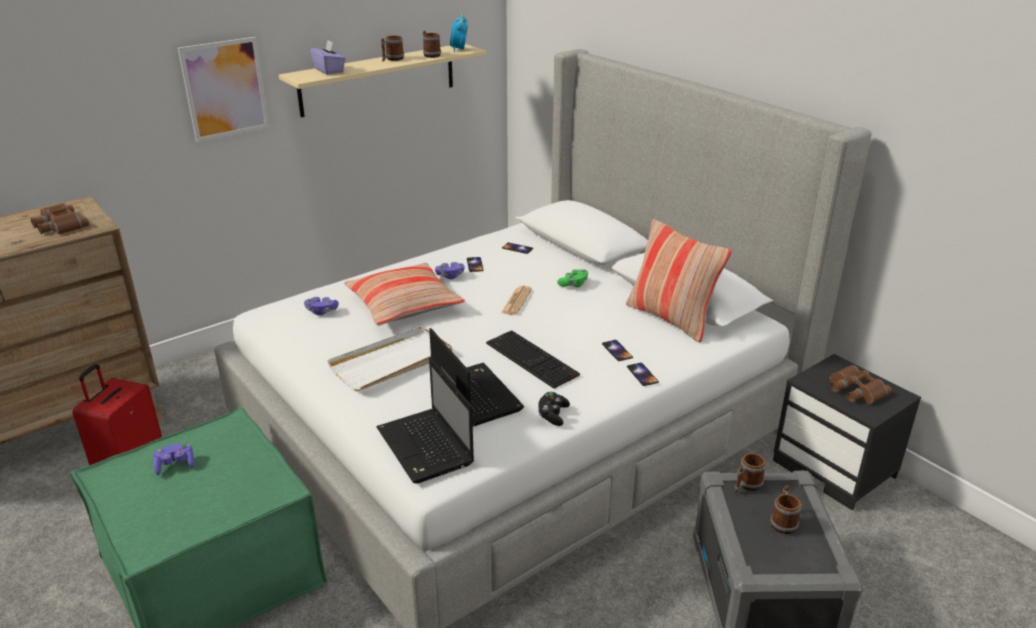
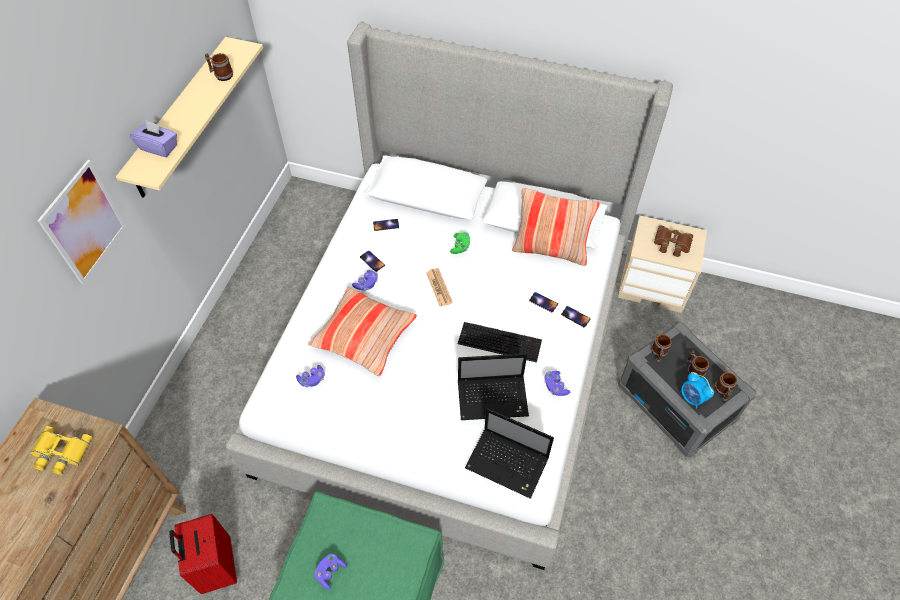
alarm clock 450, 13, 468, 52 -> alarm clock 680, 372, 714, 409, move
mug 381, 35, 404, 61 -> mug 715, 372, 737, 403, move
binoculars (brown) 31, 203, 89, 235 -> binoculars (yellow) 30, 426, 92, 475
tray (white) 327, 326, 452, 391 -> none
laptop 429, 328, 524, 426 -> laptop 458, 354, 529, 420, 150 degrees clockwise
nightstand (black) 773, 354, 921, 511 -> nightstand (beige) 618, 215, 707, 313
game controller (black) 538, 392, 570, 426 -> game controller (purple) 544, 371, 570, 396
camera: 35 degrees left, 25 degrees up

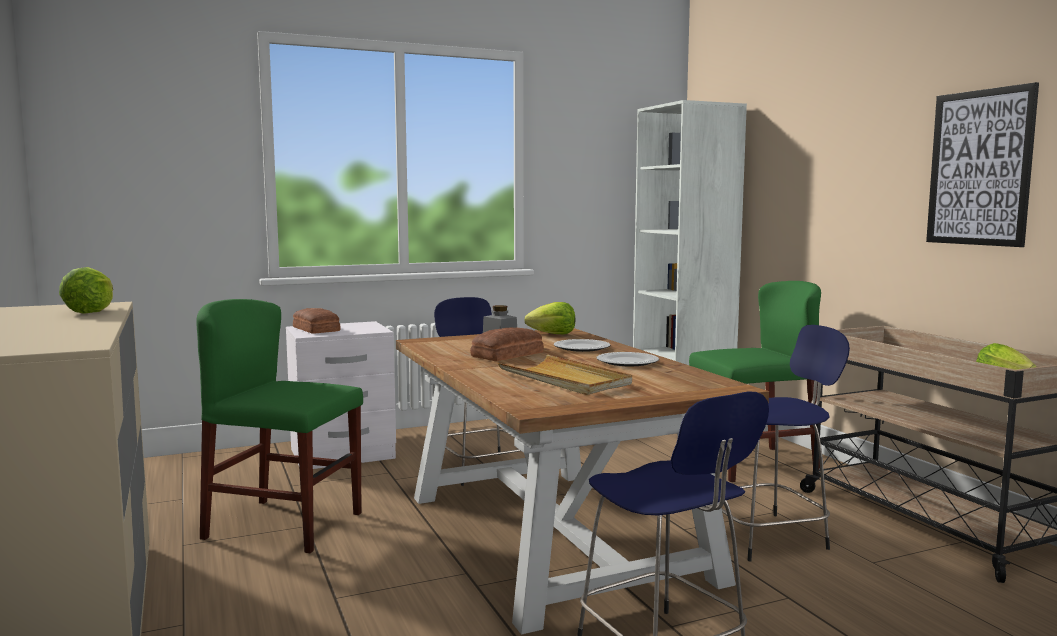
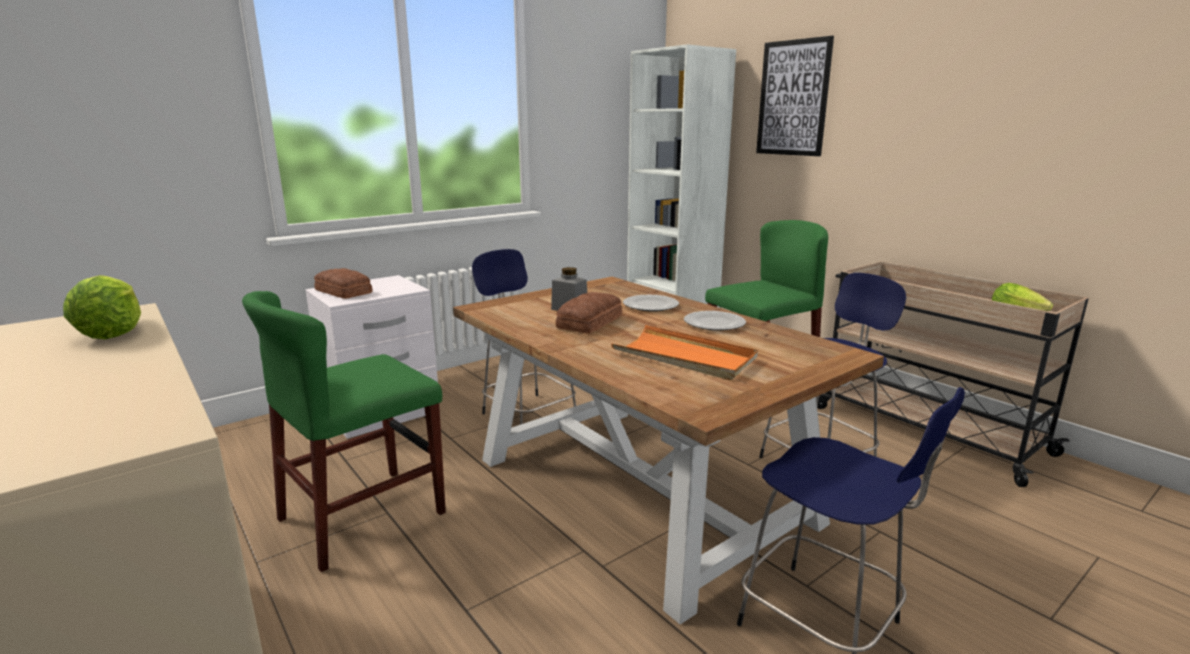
picture 926, 82, 1039, 247 -> picture 756, 36, 834, 156, move
chair (green) 197, 299, 363, 553 -> chair (green) 242, 291, 446, 572, 45 degrees counterclockwise
lettuce 524, 302, 575, 334 -> none
tray (beige) 498, 354, 632, 395 -> tray (orange) 611, 325, 758, 380
camera: 15 degrees left, 10 degrees up

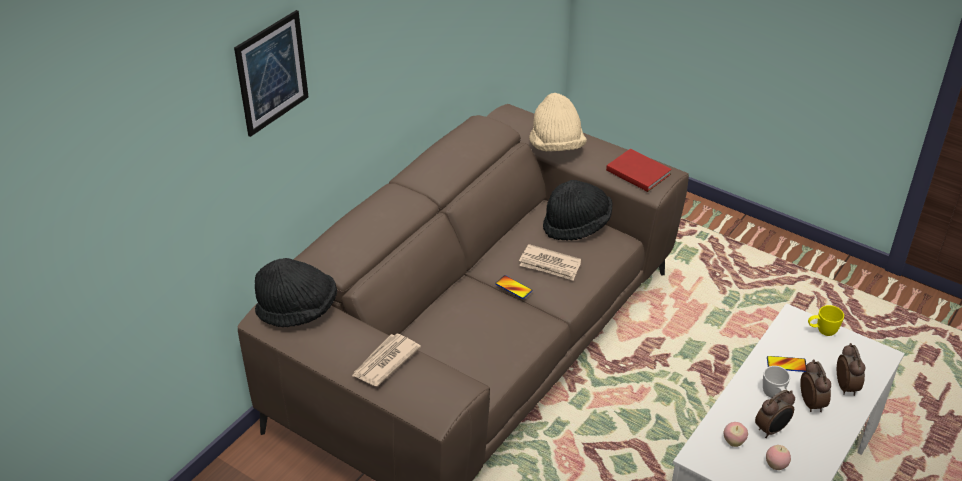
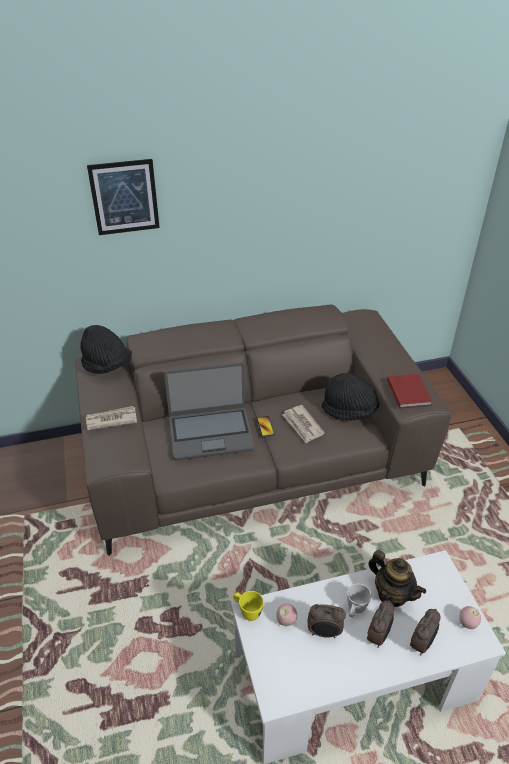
hat (beige) 529, 93, 587, 151 -> none
mug (yellow) 808, 305, 844, 336 -> mug (yellow) 233, 591, 263, 621, move
phone 767, 356, 807, 372 -> teapot 368, 550, 426, 607
apple 766, 445, 791, 470 -> apple 459, 606, 481, 629, move
none -> laptop 164, 363, 255, 460
camera: 40 degrees right, 0 degrees up

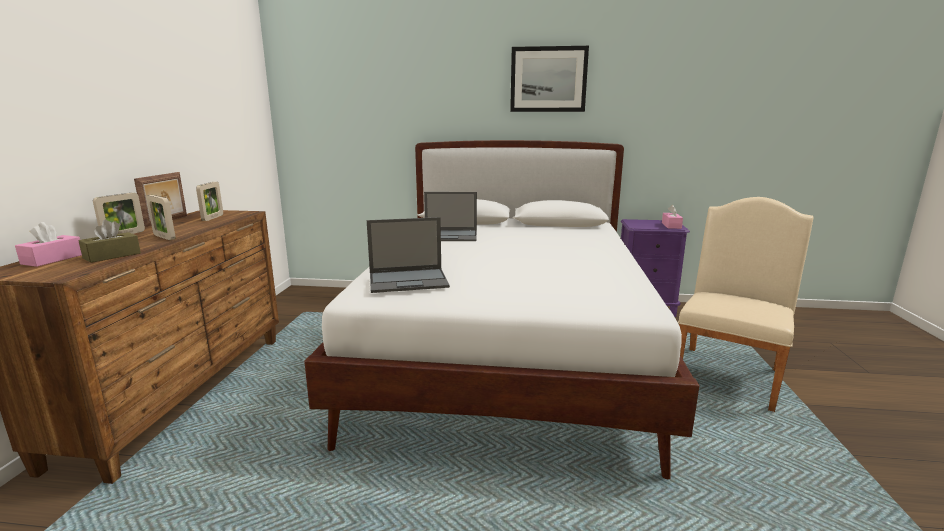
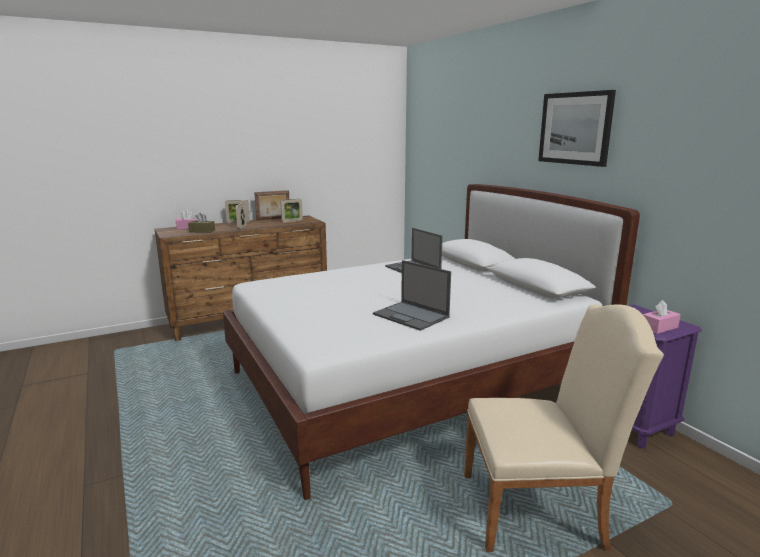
laptop 367, 217, 450, 293 -> laptop 373, 260, 451, 331, move
camera: 55 degrees right, 0 degrees up

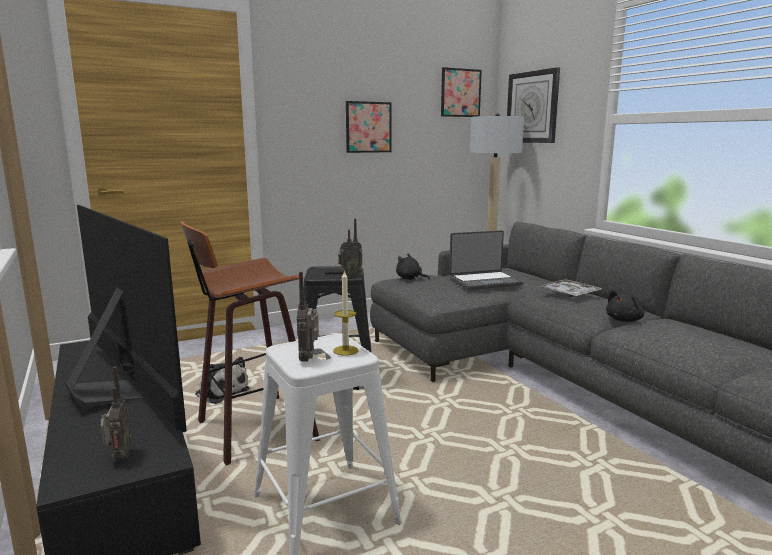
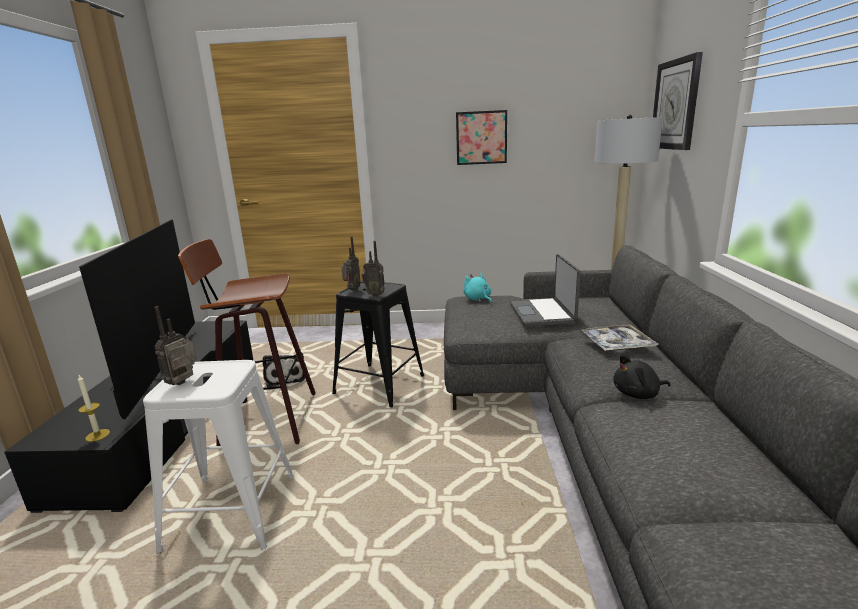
picture 441, 67, 482, 117 -> none
laptop 449, 230, 523, 290 -> laptop 510, 254, 580, 327, 75 degrees clockwise
plush toy (black) 396, 254, 430, 280 -> plush toy (turquoise) 463, 273, 492, 303
candle 333, 270, 359, 356 -> candle 78, 375, 110, 442, move
radio 100, 367, 131, 460 -> radio 342, 236, 360, 291, move
camera: 30 degrees right, 5 degrees up

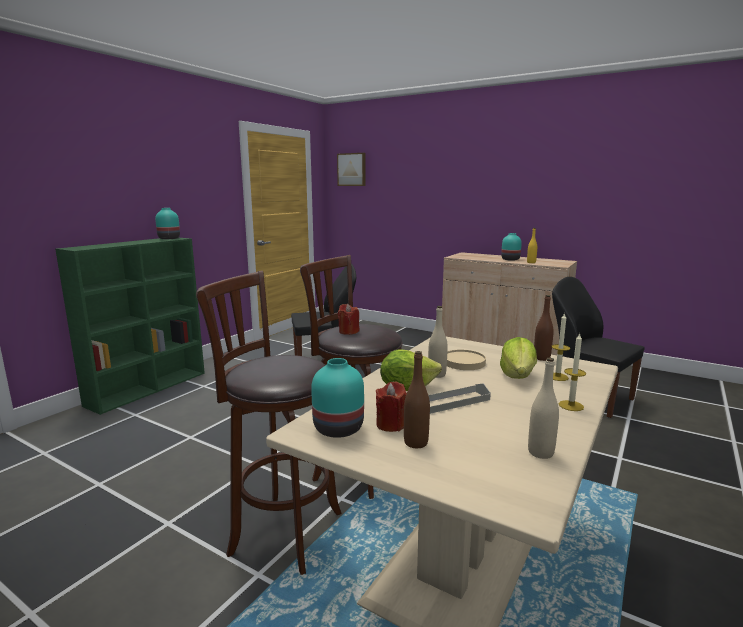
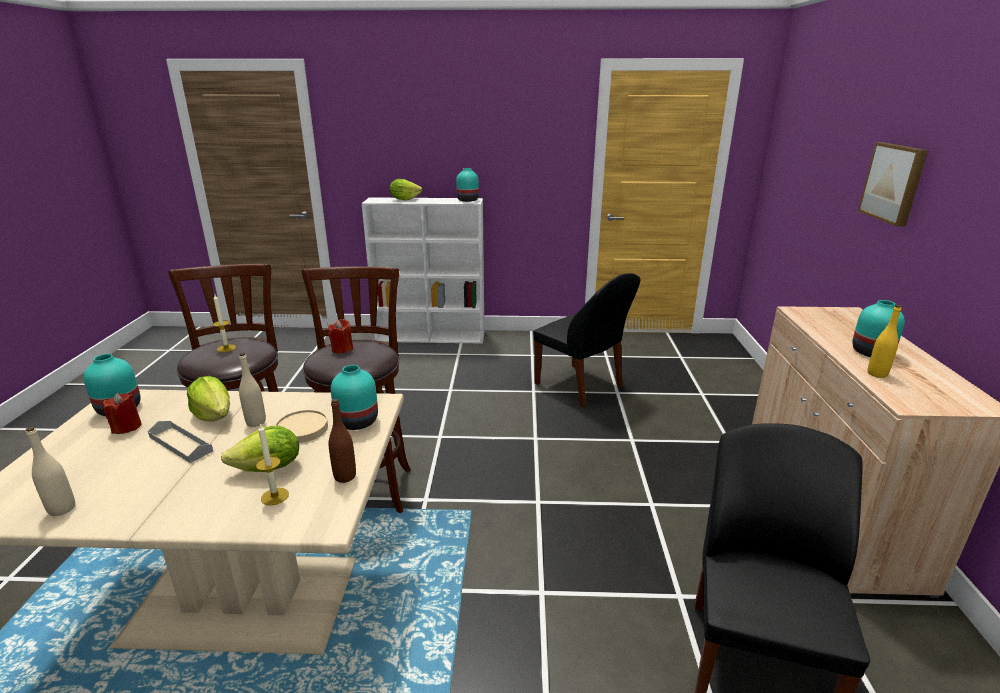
picture 337, 153, 366, 186 -> picture 858, 142, 928, 226, move
bookcase (green) 55, 238, 205, 415 -> bookcase (white) 362, 197, 484, 344
candle 559, 332, 586, 411 -> candle 213, 295, 236, 352, move
bottle (brown) 404, 351, 430, 448 -> none
none -> lettuce 390, 179, 422, 200
none -> vase (turquoise) 331, 365, 378, 430
camera: 60 degrees right, 10 degrees up

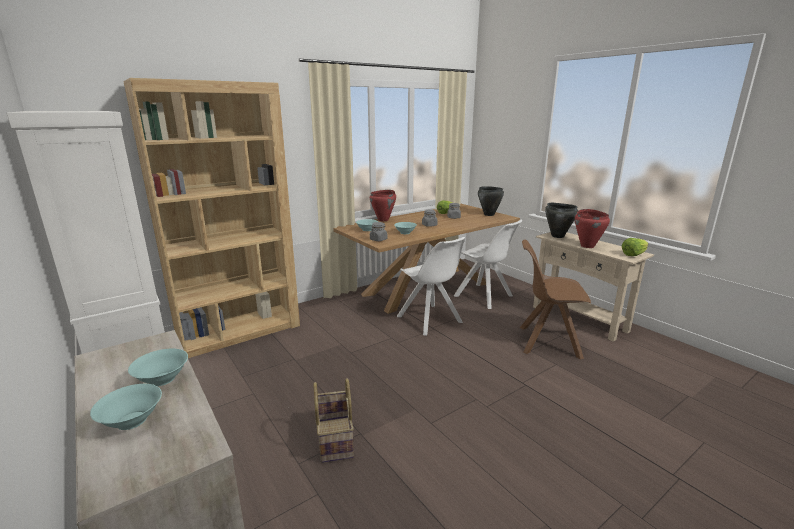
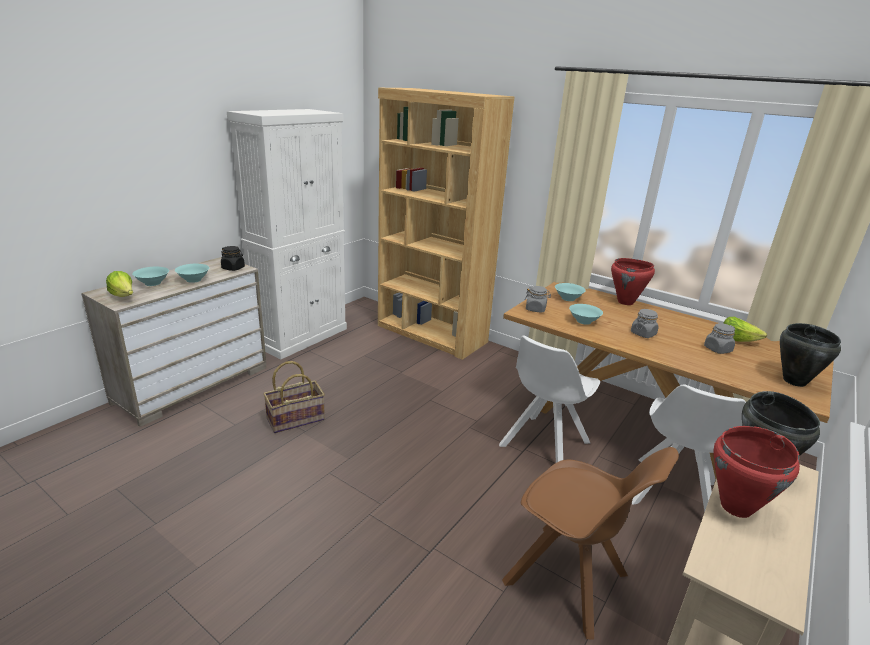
lettuce 622, 238, 648, 256 -> lettuce 106, 271, 133, 297, move
chair (brown) 520, 240, 591, 359 -> chair (brown) 502, 447, 679, 639, 135 degrees clockwise
none -> jar (black) 221, 246, 245, 271
camera: 70 degrees right, 5 degrees up

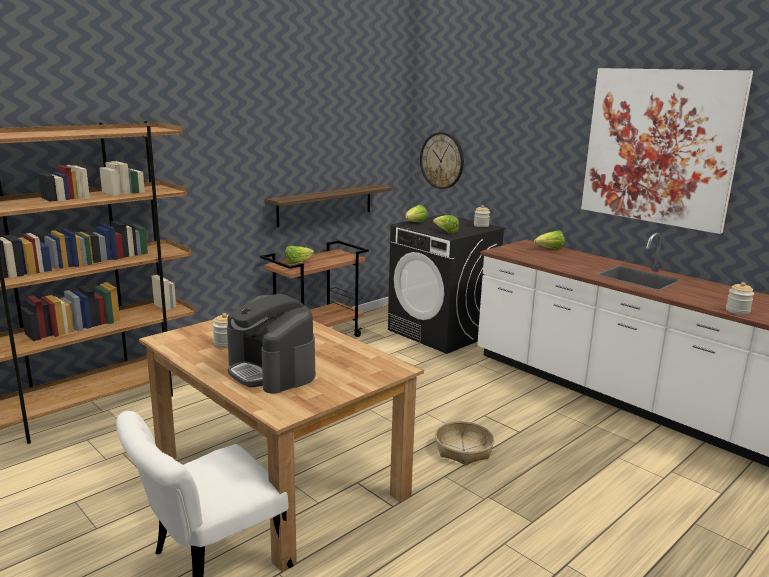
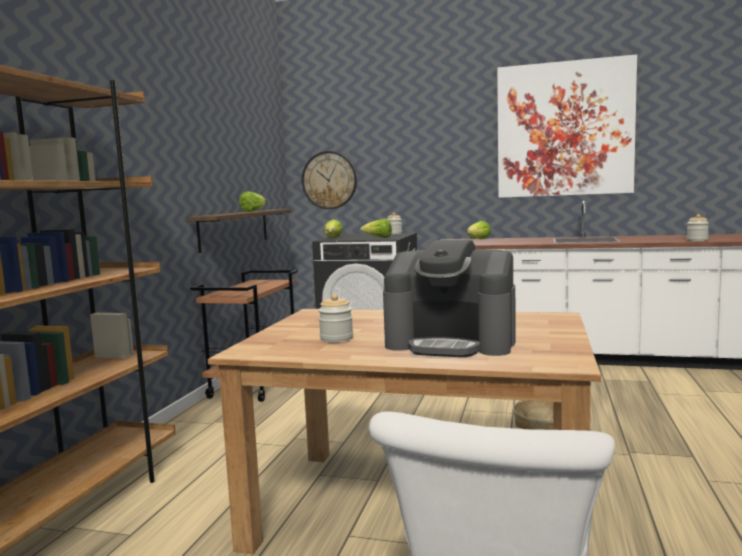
lettuce 285, 246, 314, 264 -> lettuce 239, 191, 266, 212, move
camera: 30 degrees left, 10 degrees down

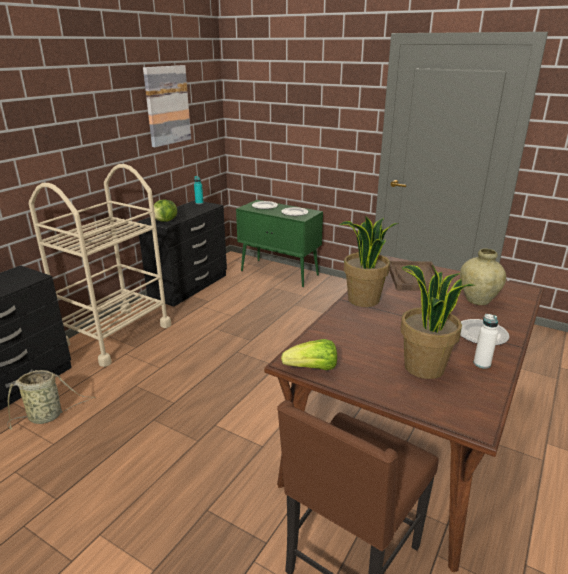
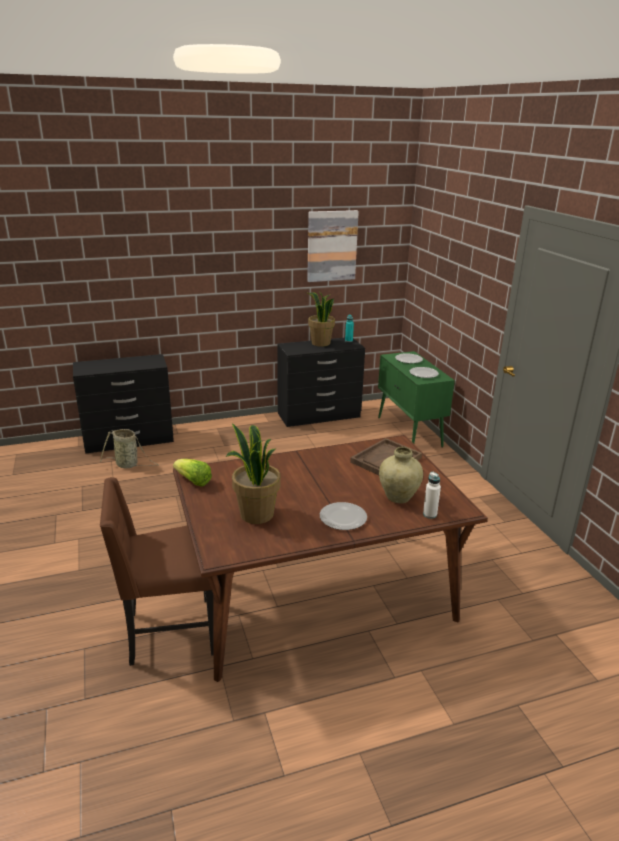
cart (beige) 29, 164, 172, 367 -> none
lettuce 149, 199, 177, 222 -> none
potted plant 339, 217, 399, 307 -> potted plant 306, 291, 335, 347, move
bottle (white) 474, 314, 498, 369 -> bottle (white) 423, 472, 441, 519, move
camera: 40 degrees right, 0 degrees up

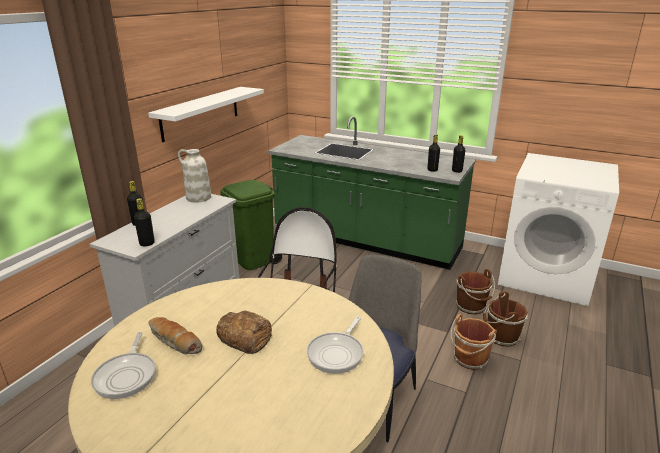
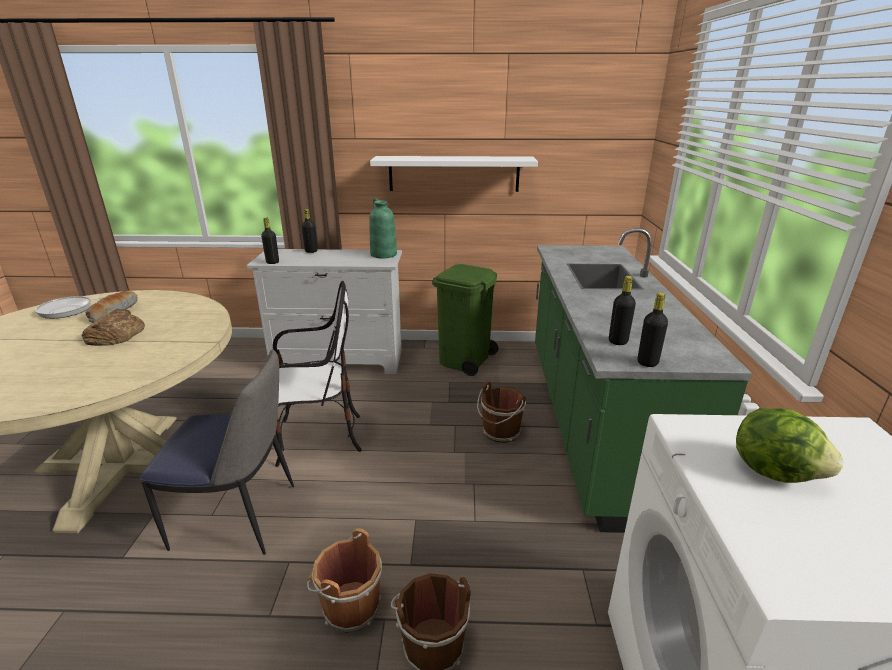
vase (white) 178, 149, 211, 203 -> vase (green) 369, 198, 397, 258
bucket (brown) 456, 269, 495, 314 -> bucket (brown) 477, 382, 526, 443, move
frying pan 307, 317, 364, 374 -> none
none -> lettuce 736, 408, 843, 483
camera: 65 degrees right, 0 degrees up

